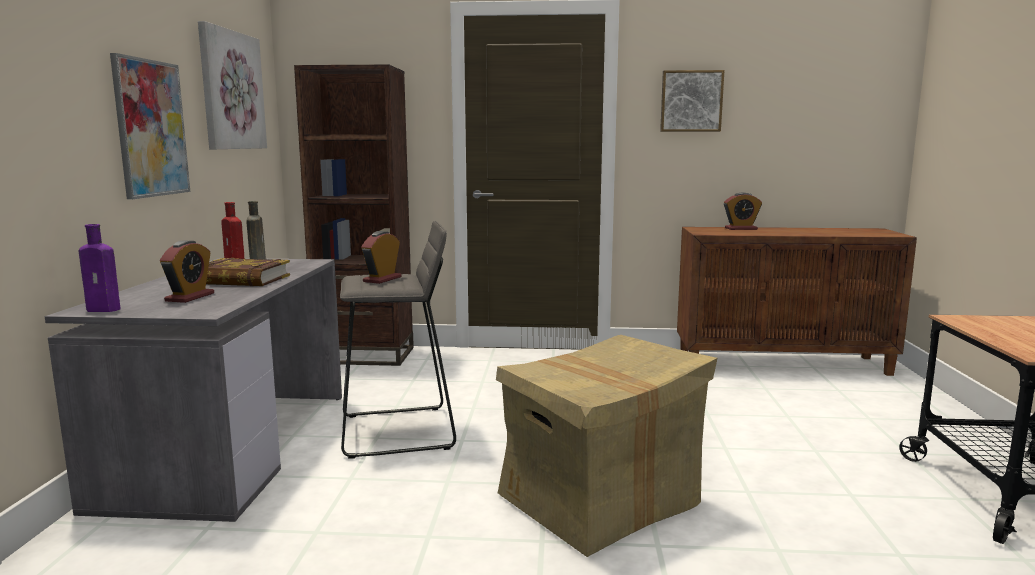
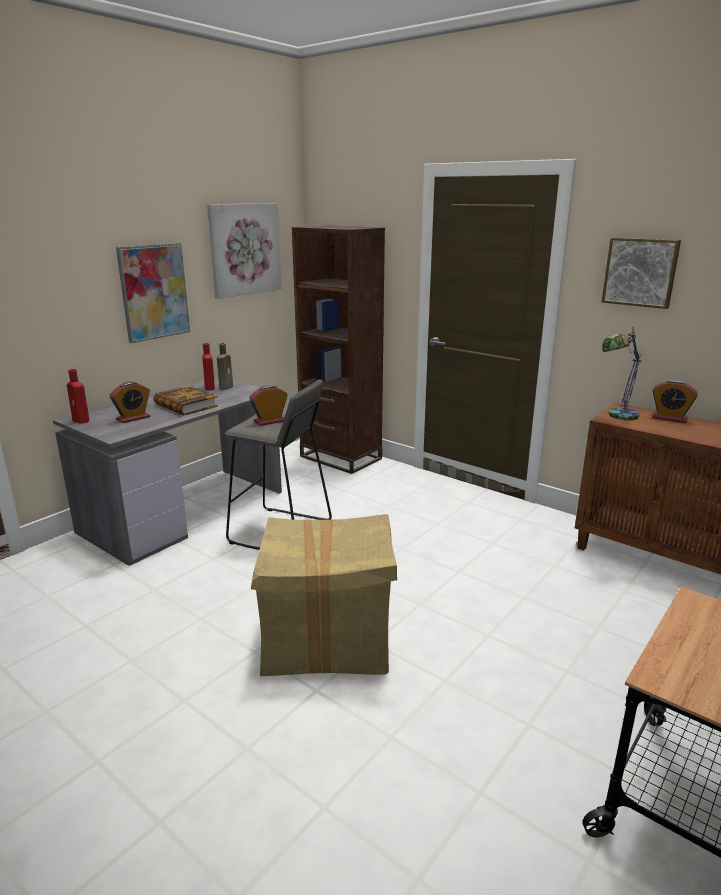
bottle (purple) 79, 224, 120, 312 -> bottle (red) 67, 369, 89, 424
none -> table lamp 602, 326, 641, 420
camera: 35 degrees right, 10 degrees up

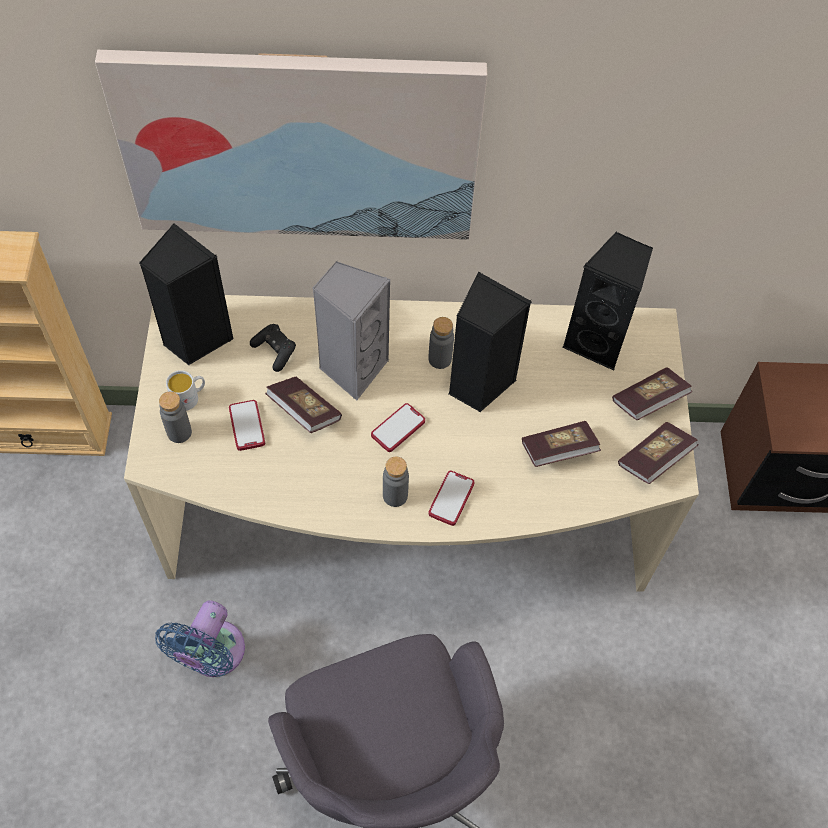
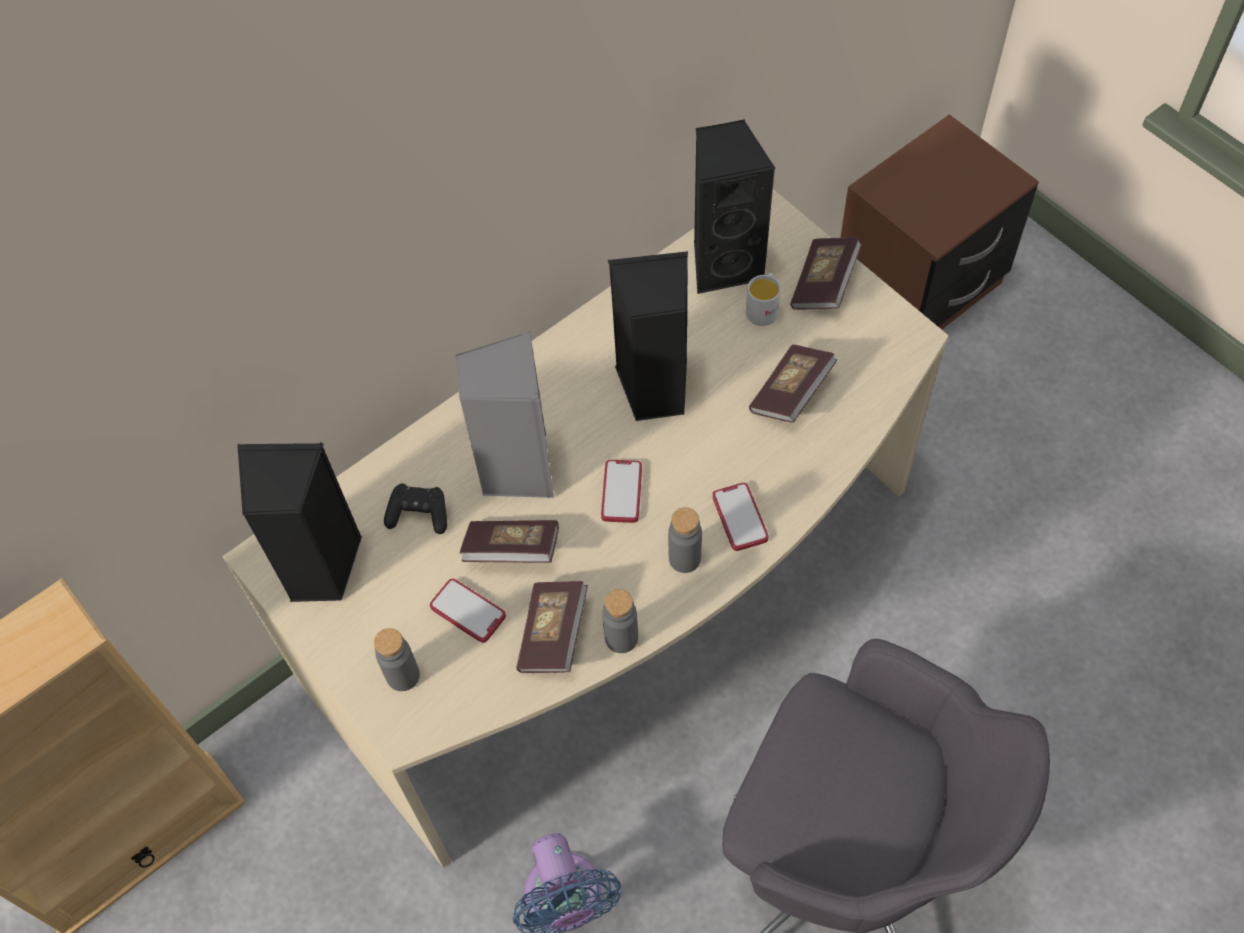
picture 95, 50, 487, 240 -> none
bottle (grey) 428, 317, 454, 369 -> bottle (grey) 602, 589, 638, 653, move
mug (white) 166, 370, 205, 411 -> mug (white) 746, 273, 781, 326, move
book 618, 422, 698, 484 -> book 516, 581, 588, 673, move
camera: 35 degrees left, 0 degrees up

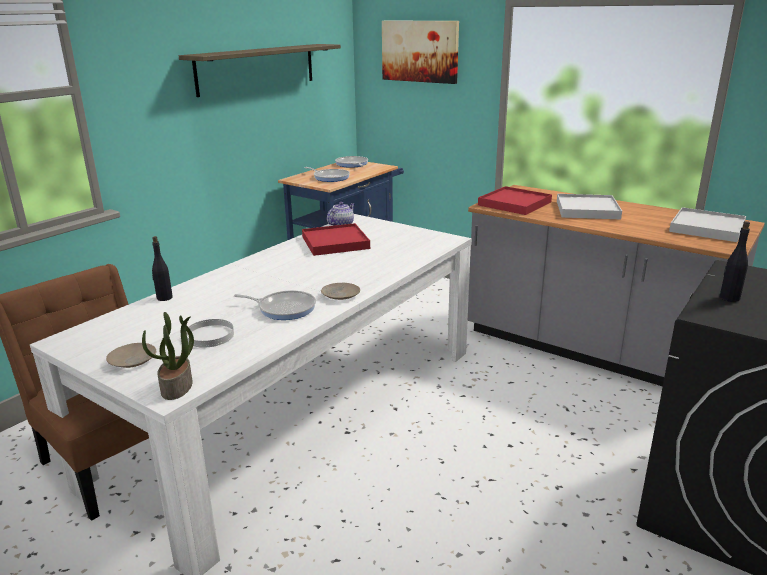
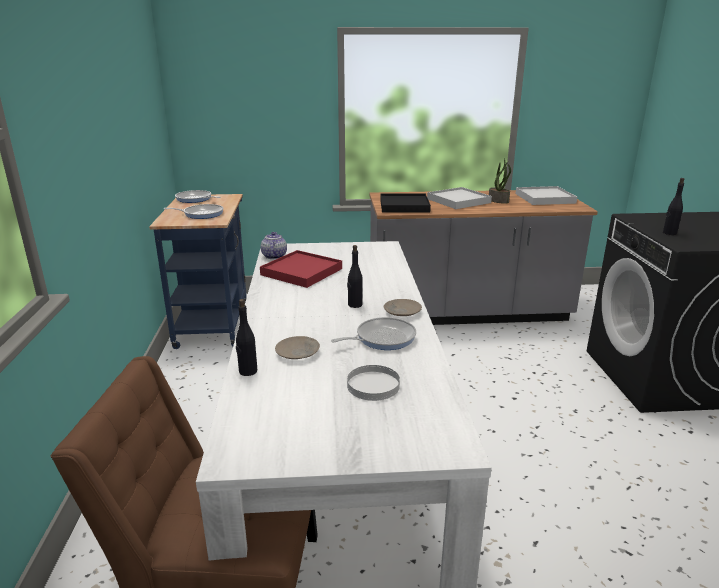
picture 382, 21, 459, 84 -> none
shelf 179, 44, 341, 97 -> none
tray (red) 478, 186, 552, 215 -> tray (black) 380, 193, 431, 213
potted plant 142, 312, 194, 400 -> potted plant 489, 159, 511, 204, move
plate (beige) 106, 343, 156, 368 -> plate (beige) 275, 336, 320, 359, move
none -> bottle (black) 347, 245, 363, 308
camera: 40 degrees left, 0 degrees up

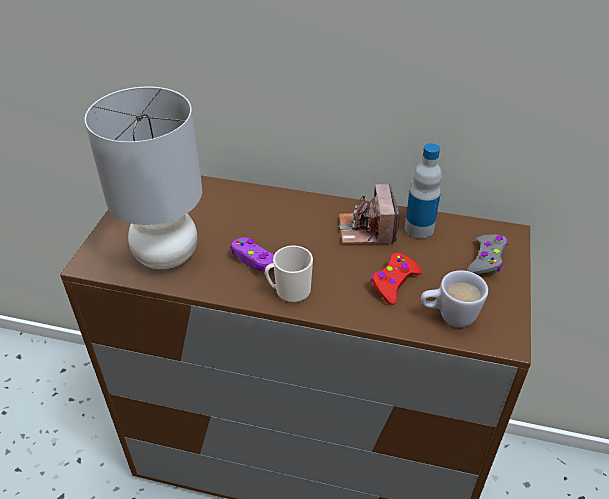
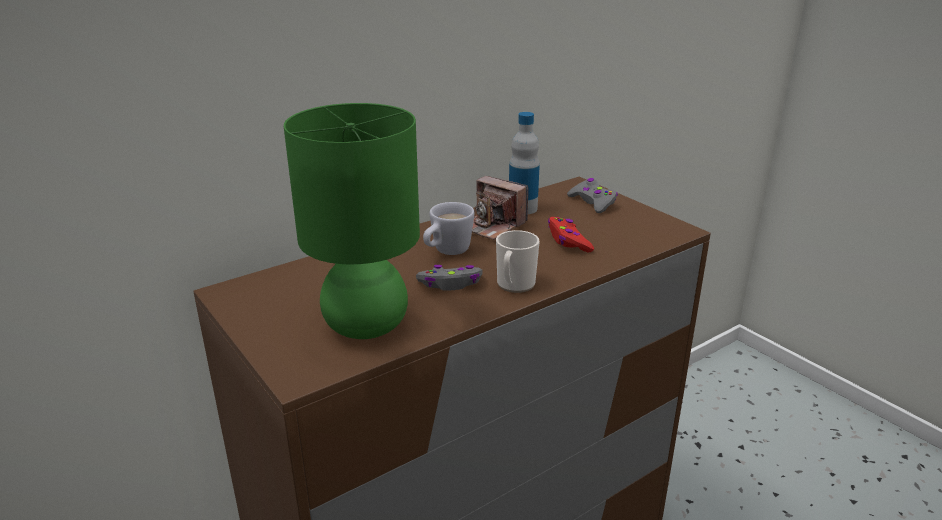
table lamp (grey) 84, 86, 202, 269 -> table lamp (green) 284, 103, 420, 339
game controller (purple) 230, 237, 274, 272 -> game controller (grey) 416, 265, 483, 291
mug (white) 421, 270, 488, 327 -> mug (white) 423, 202, 474, 255, move
camera: 50 degrees left, 15 degrees down

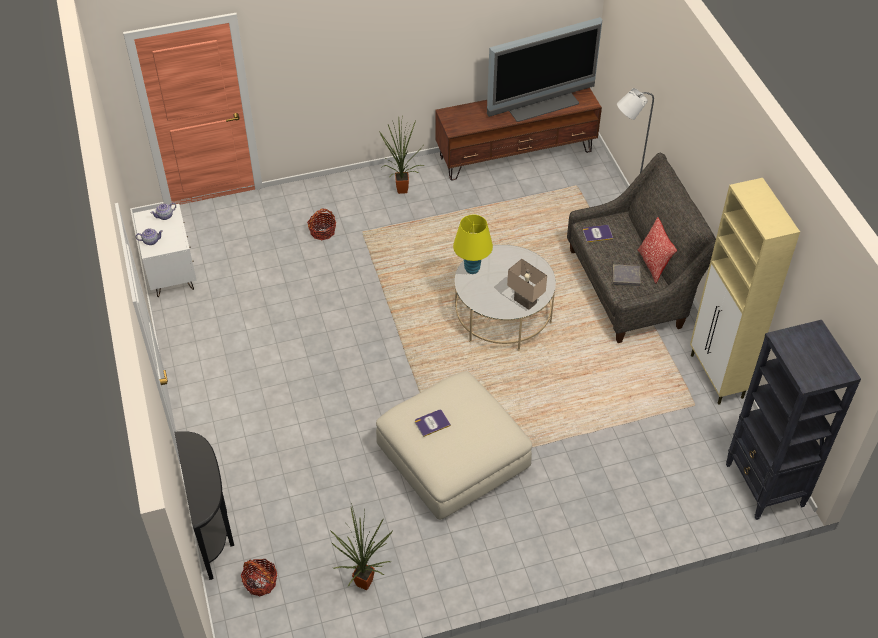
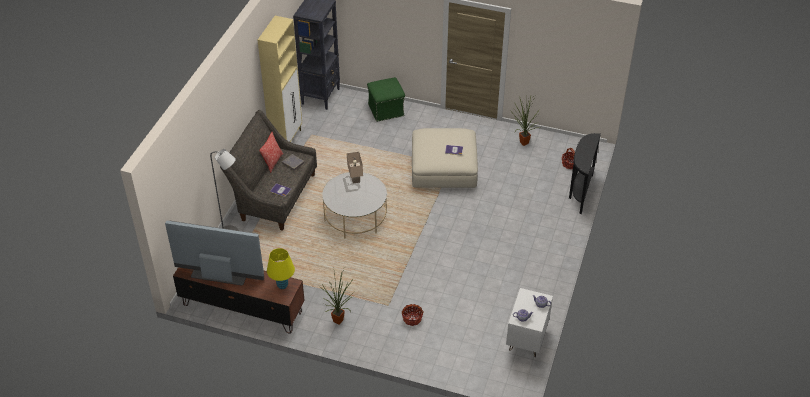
table lamp (yellow) 453, 215, 493, 274 -> table lamp (yellow) 267, 248, 295, 289, move
none -> ottoman (green) 367, 77, 405, 122
camera: 145 degrees left, 5 degrees down

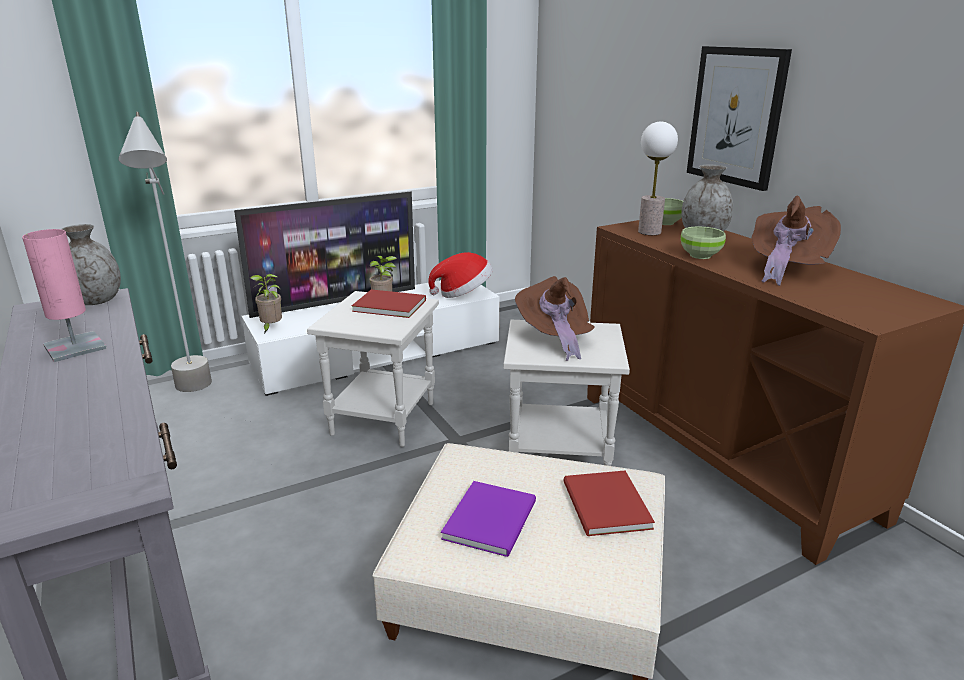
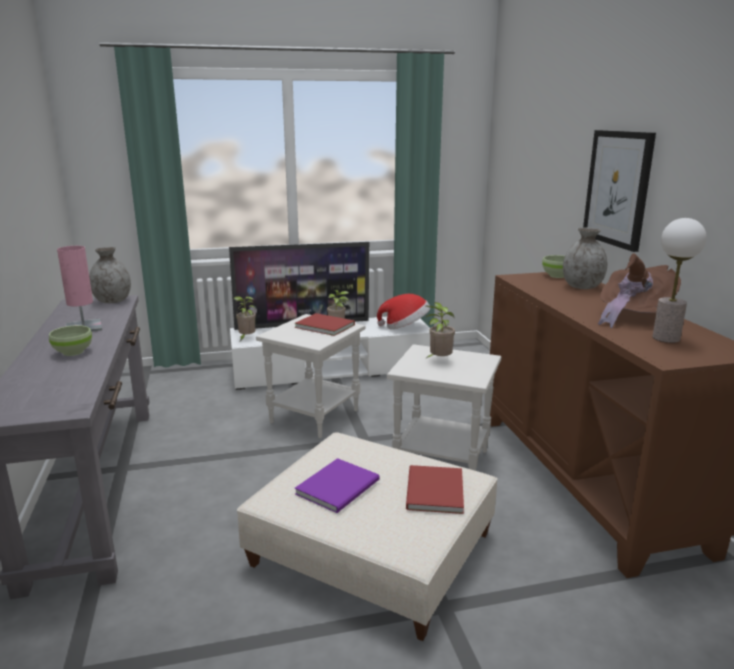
floor lamp (grey) 118, 112, 212, 392 -> none
table lamp 638, 122, 678, 235 -> table lamp 653, 218, 707, 343, move
bowl (green) 681, 226, 726, 259 -> bowl (green) 49, 325, 92, 356, move
hat (brown) 515, 276, 595, 361 -> potted plant 425, 302, 455, 358
camera: 15 degrees right, 5 degrees down

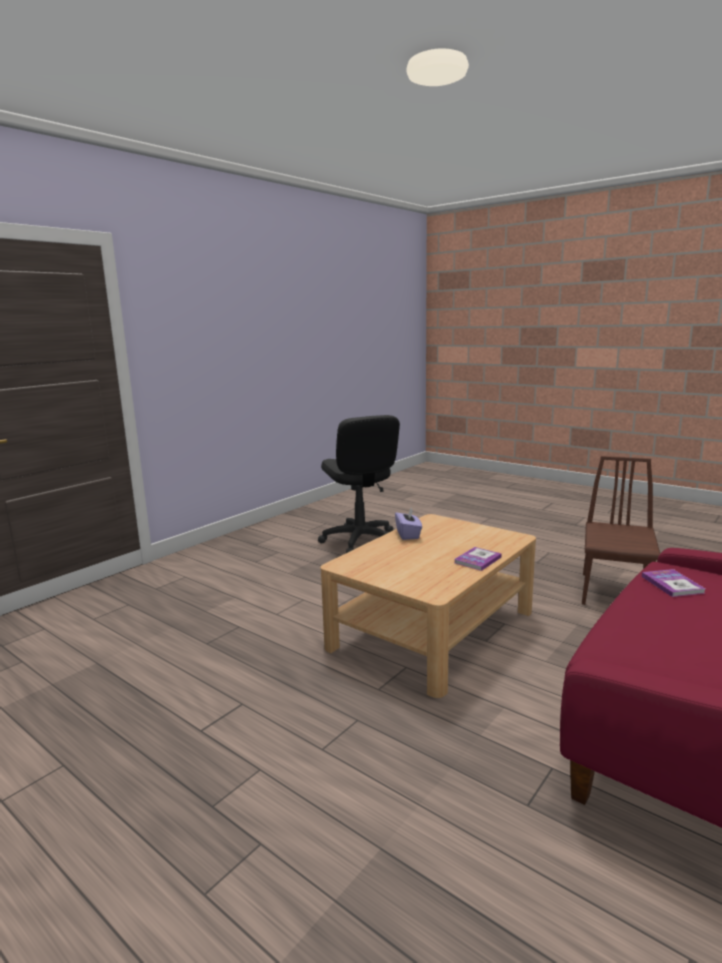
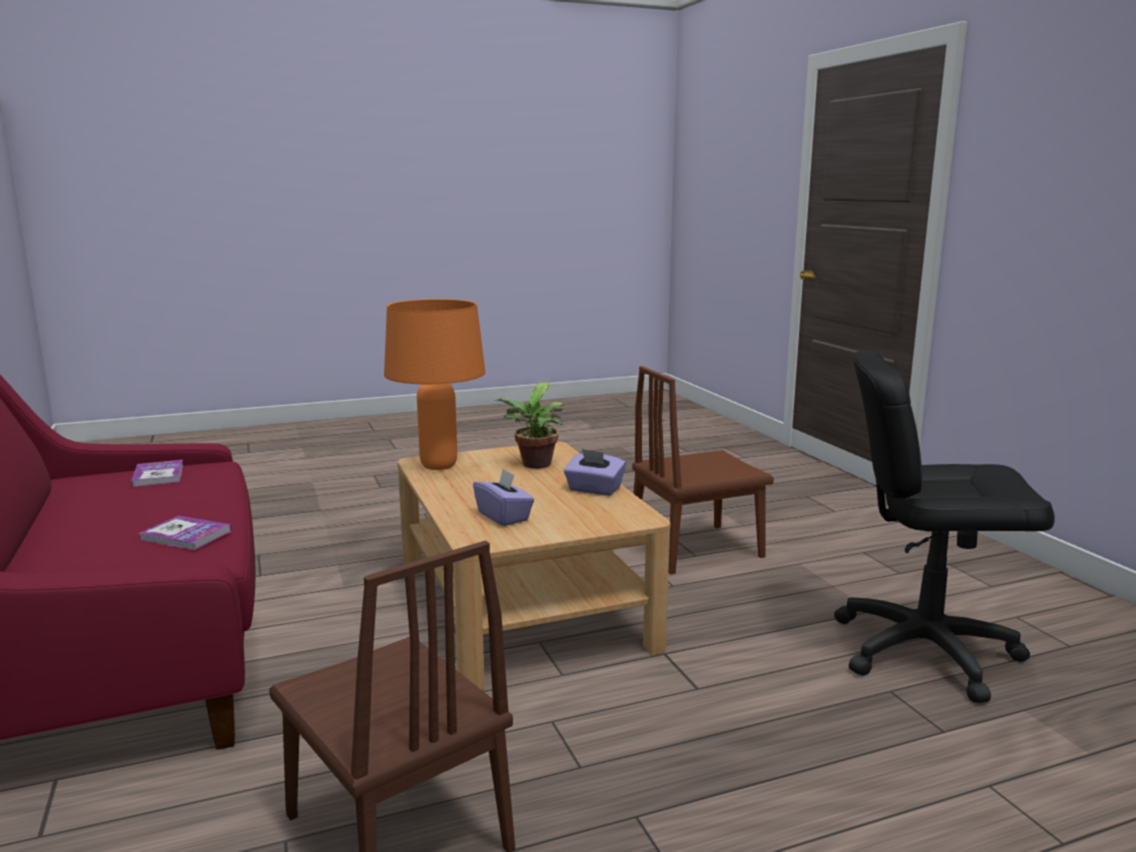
book 455, 547, 502, 571 -> book 131, 460, 183, 487, move
none -> table lamp (orange) 384, 299, 485, 470
none -> chair (brown) 632, 366, 774, 575
none -> potted plant 495, 382, 564, 469
none -> tissue box (purple) 473, 468, 534, 526
camera: 120 degrees right, 0 degrees up

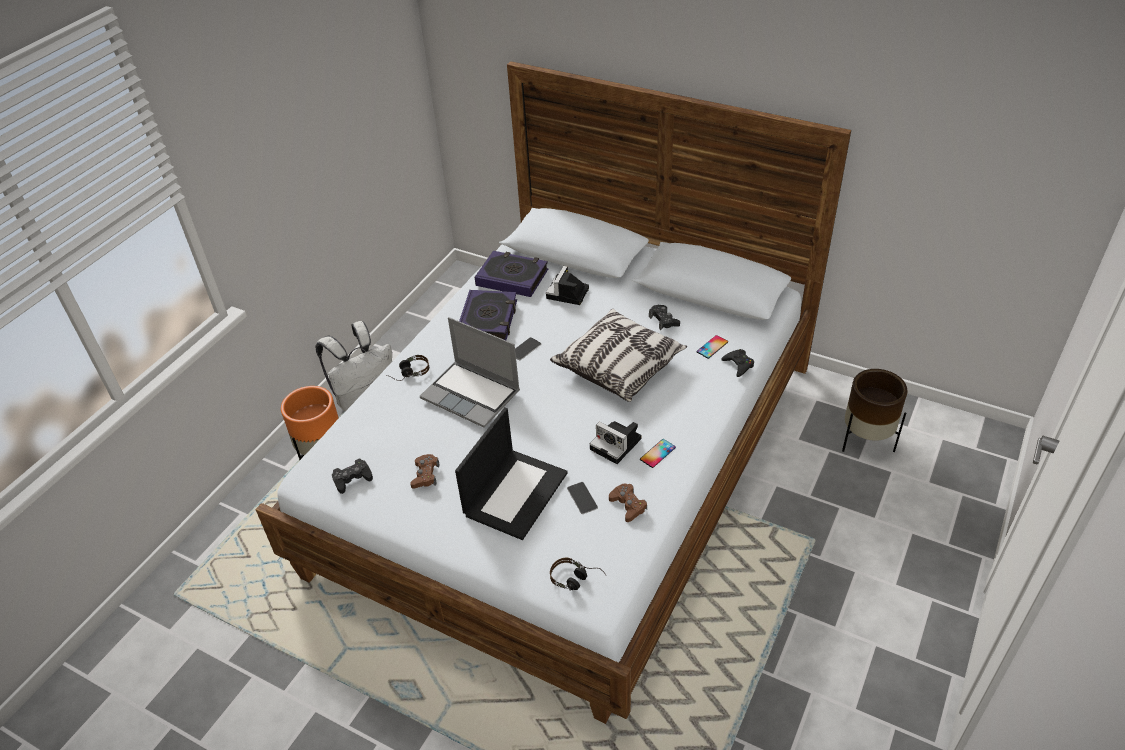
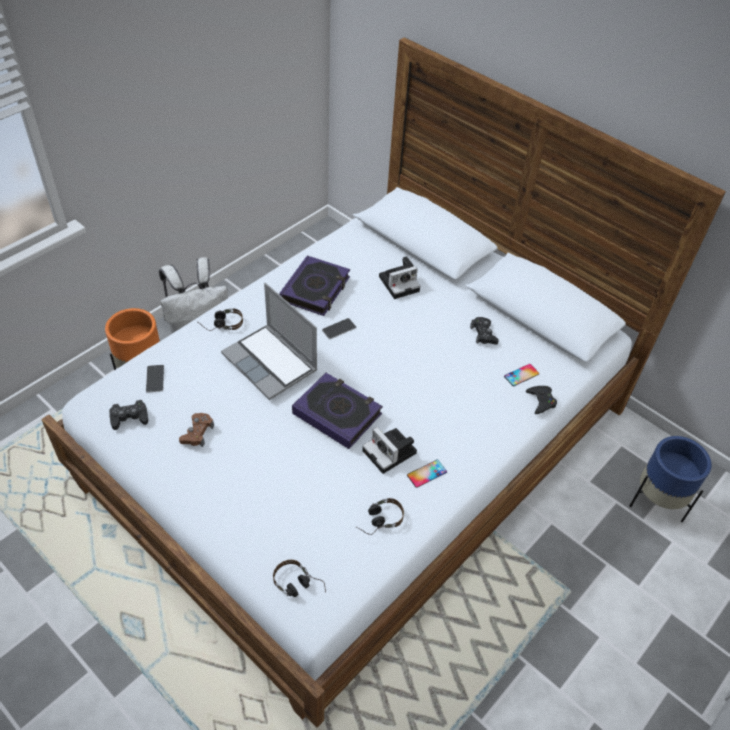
book 474, 251, 548, 297 -> book 292, 373, 383, 449, move
photo camera 546, 266, 589, 305 -> photo camera 379, 256, 420, 299, 150 degrees counterclockwise
pillow 550, 309, 687, 402 -> none
planter (brown) 842, 369, 908, 452 -> planter (blue) 629, 436, 712, 522
laptop 455, 407, 568, 540 -> none
phone 567, 482, 598, 514 -> phone 146, 365, 164, 393, move
game controller (brown) 609, 483, 647, 522 -> headphones 356, 498, 404, 535
camera: 10 degrees right, 5 degrees up

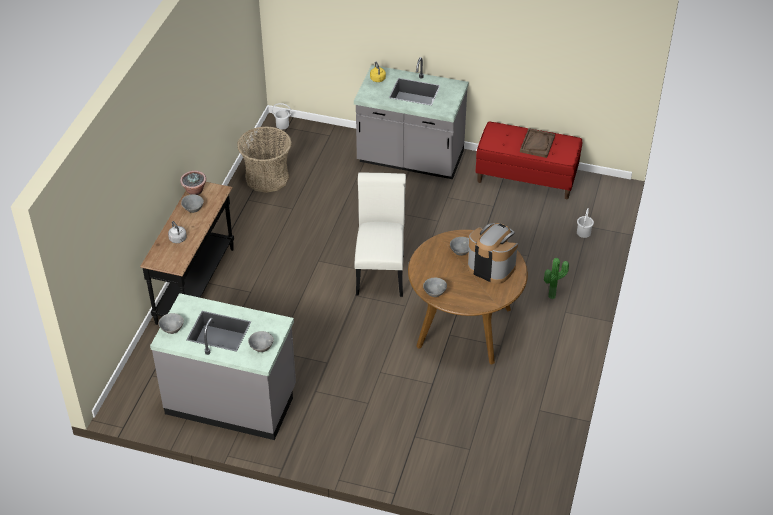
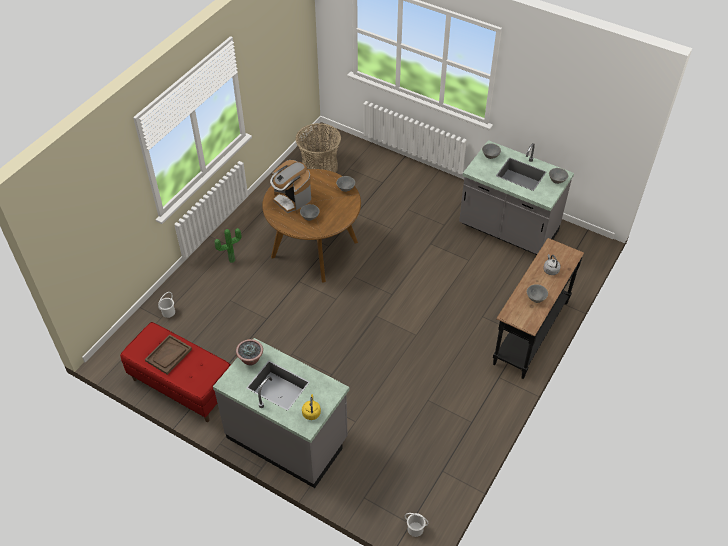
basket 237, 126, 292, 193 -> basket 295, 123, 341, 172, move
potted plant 180, 171, 206, 195 -> potted plant 236, 339, 263, 366, move
chair (white) 354, 172, 406, 297 -> none
camera: 165 degrees left, 5 degrees up

